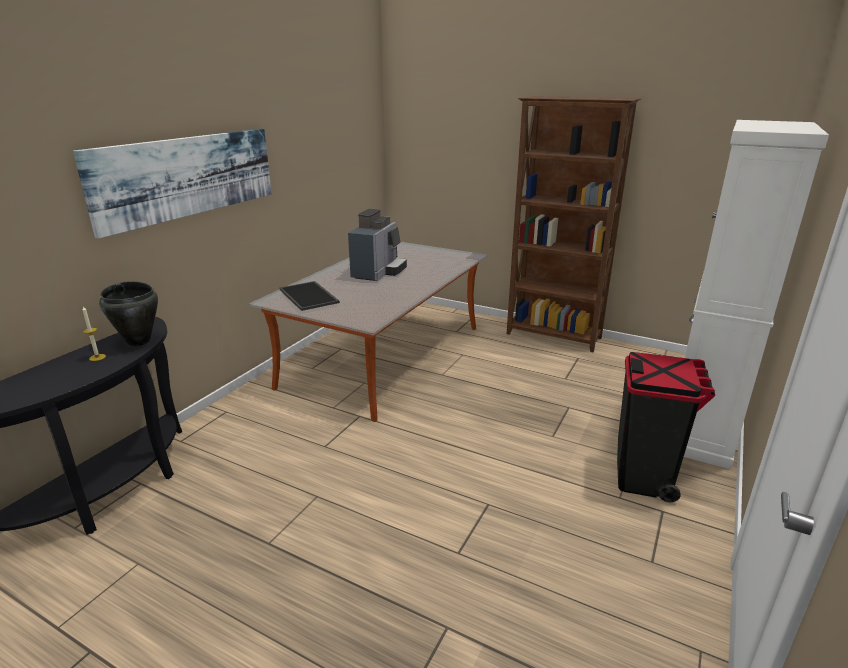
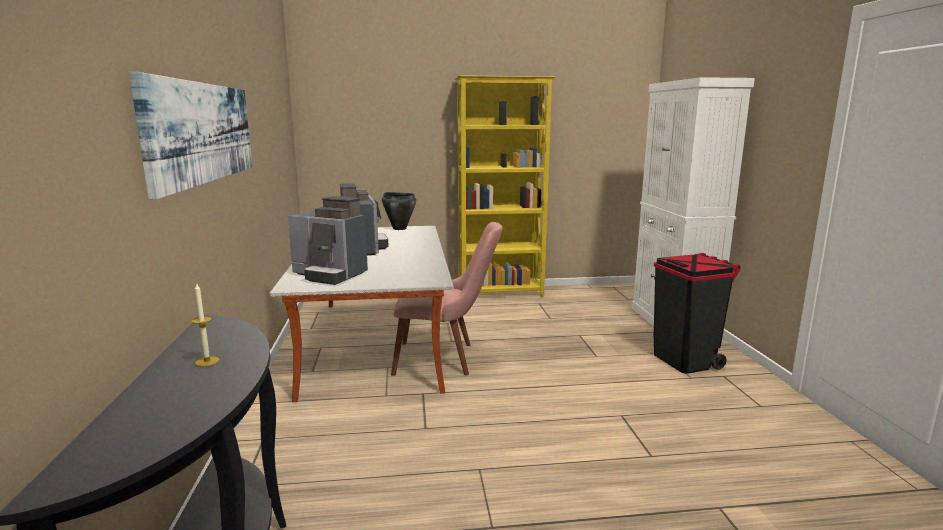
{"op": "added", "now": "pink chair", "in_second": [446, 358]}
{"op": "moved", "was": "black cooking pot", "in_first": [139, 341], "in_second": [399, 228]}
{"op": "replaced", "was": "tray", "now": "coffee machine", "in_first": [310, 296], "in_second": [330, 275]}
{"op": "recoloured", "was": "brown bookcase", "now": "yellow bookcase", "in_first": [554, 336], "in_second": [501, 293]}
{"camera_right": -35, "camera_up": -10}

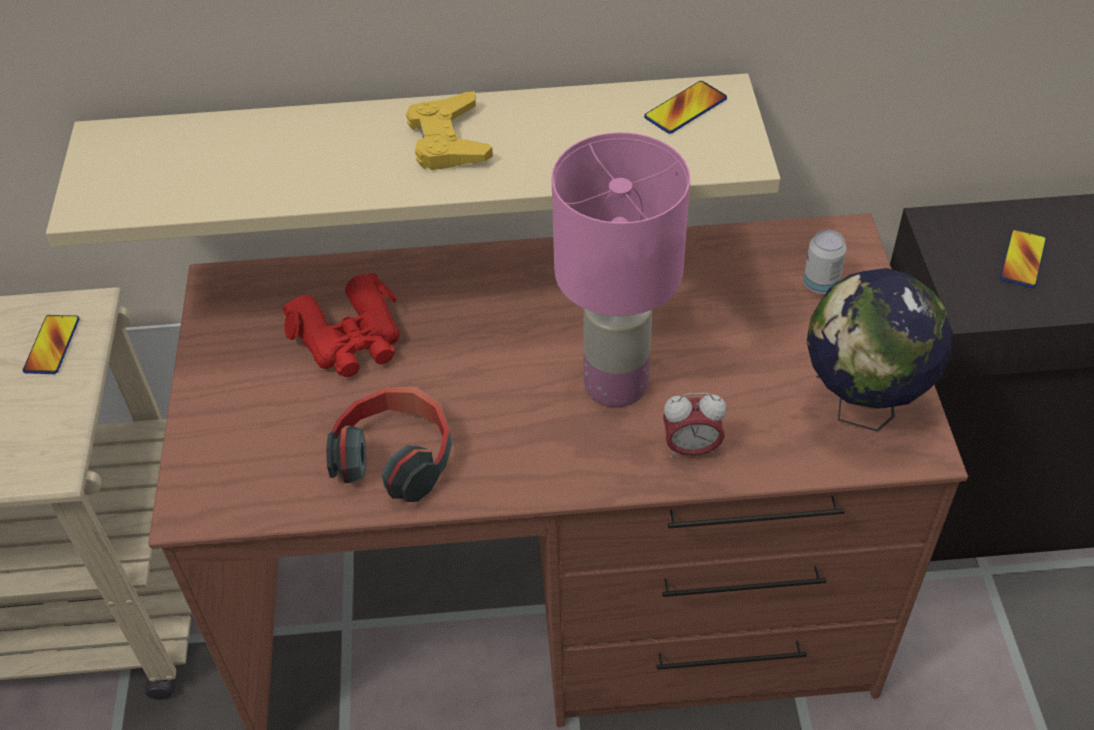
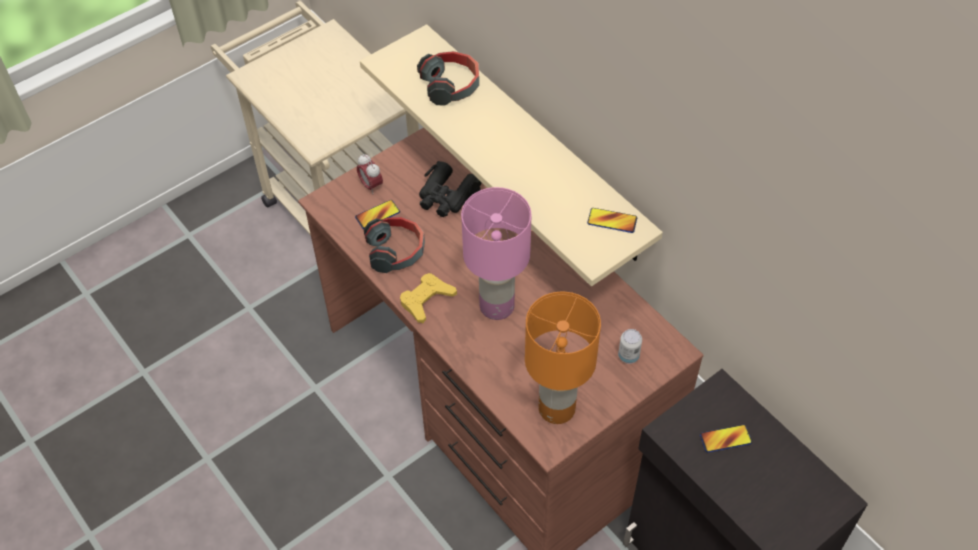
{"op": "added", "now": "headphones", "in_second": [451, 85]}
{"op": "moved", "was": "phone", "in_first": [52, 345], "in_second": [377, 215]}
{"op": "moved", "was": "yellow game controller", "in_first": [448, 140], "in_second": [426, 300]}
{"op": "moved", "was": "alarm clock", "in_first": [691, 449], "in_second": [371, 185]}
{"op": "replaced", "was": "globe", "now": "orange table lamp", "in_first": [861, 408], "in_second": [557, 409]}
{"op": "recoloured", "was": "red binoculars", "now": "black binoculars", "in_first": [350, 339], "in_second": [447, 196]}
{"camera_right": 55, "camera_up": 5}

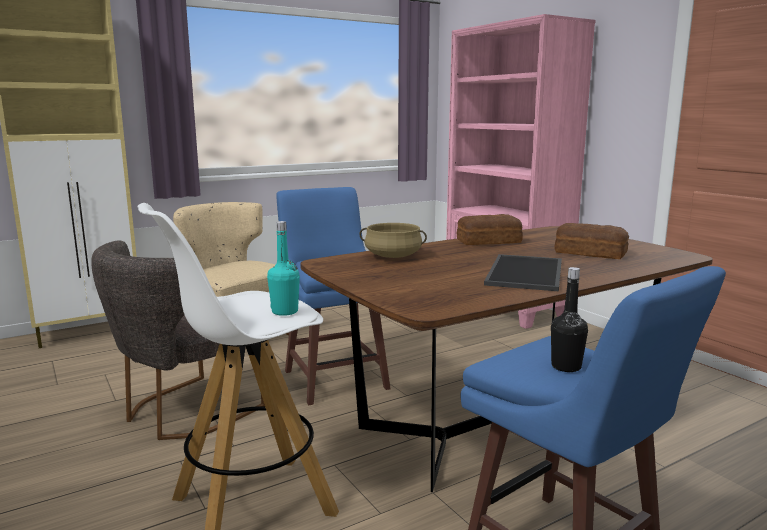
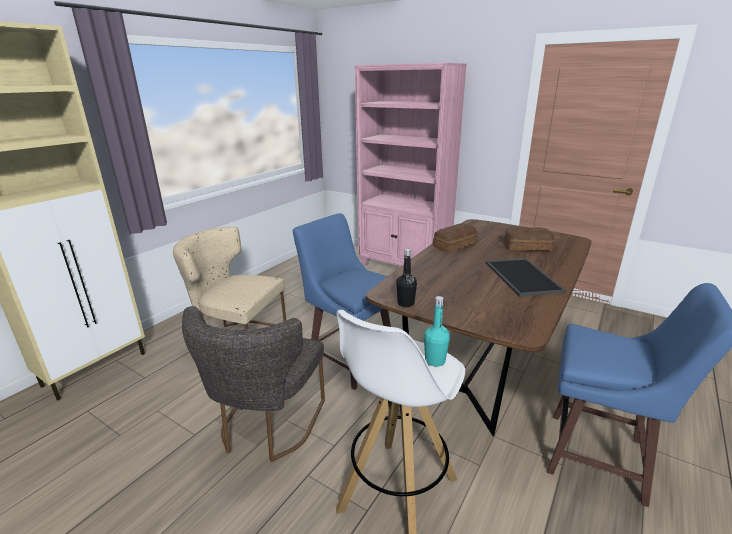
{"op": "removed", "was": "beige cooking pot", "in_first": [393, 256]}
{"op": "moved", "was": "black bottle", "in_first": [566, 367], "in_second": [406, 303]}
{"camera_right": -25, "camera_up": 10}

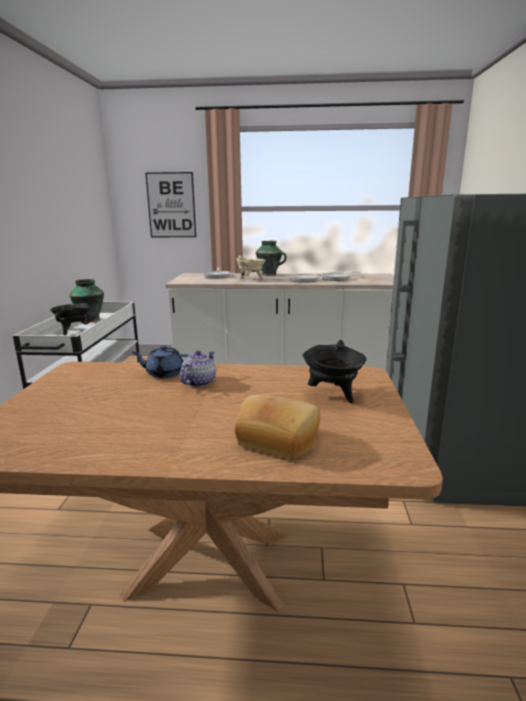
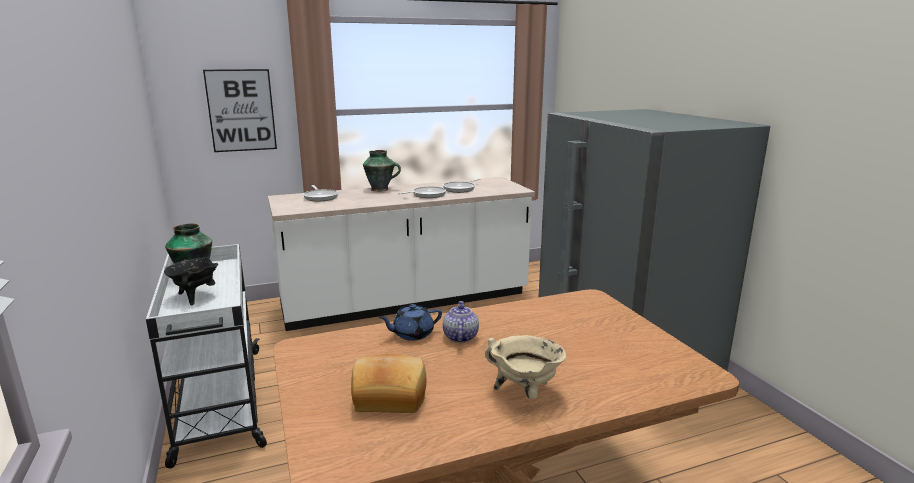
{"op": "removed", "was": "black cooking pot", "in_first": [333, 395]}
{"op": "moved", "was": "bread", "in_first": [279, 439], "in_second": [390, 396]}
{"op": "moved", "was": "beige cooking pot", "in_first": [250, 279], "in_second": [525, 393]}
{"camera_right": -25, "camera_up": 0}

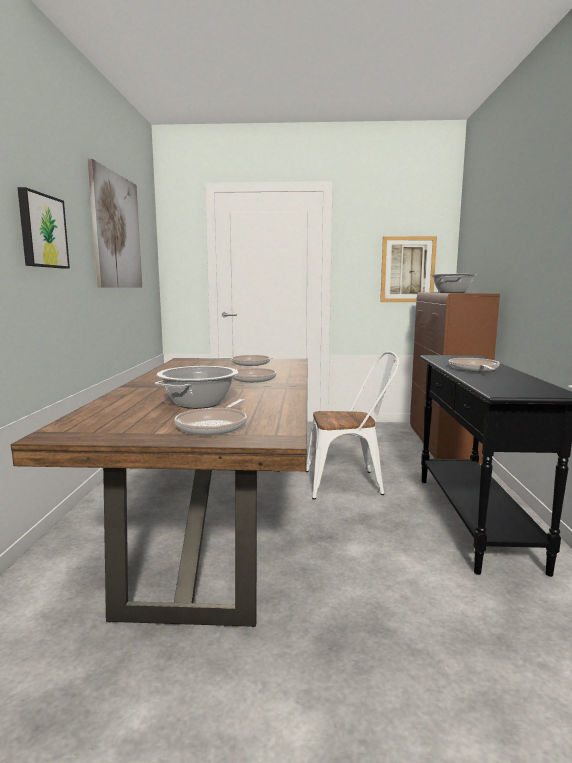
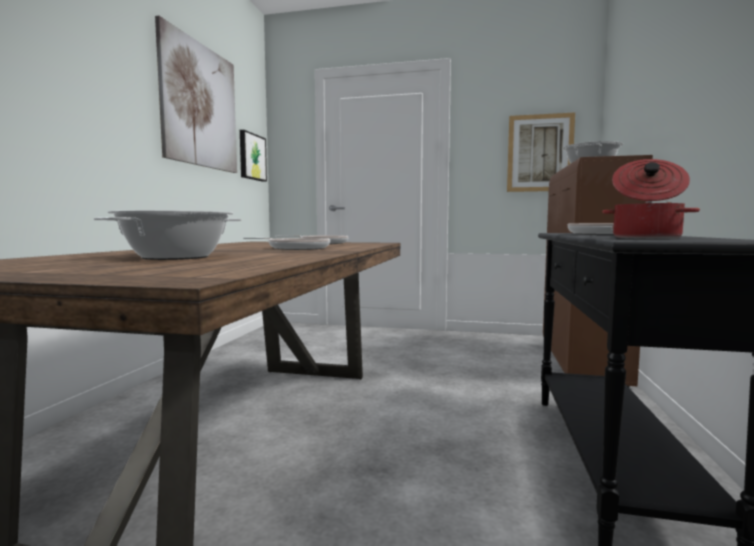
{"op": "removed", "was": "frying pan", "in_first": [214, 425]}
{"op": "removed", "was": "white chair", "in_first": [350, 483]}
{"op": "added", "now": "cooking pot", "in_second": [645, 238]}
{"op": "moved", "was": "picture", "in_first": [42, 231], "in_second": [251, 157]}
{"camera_right": 10, "camera_up": -5}

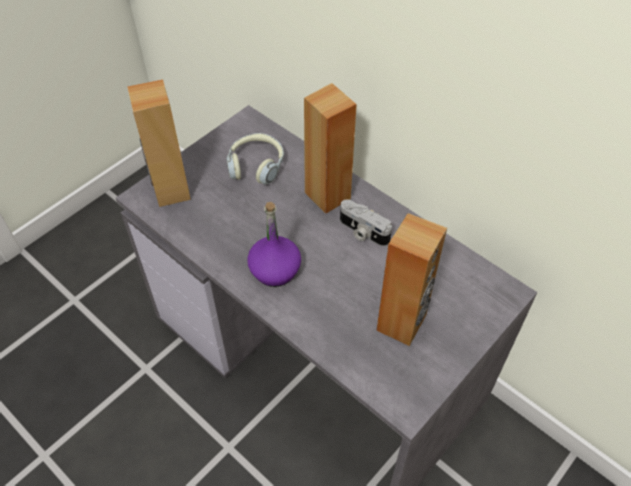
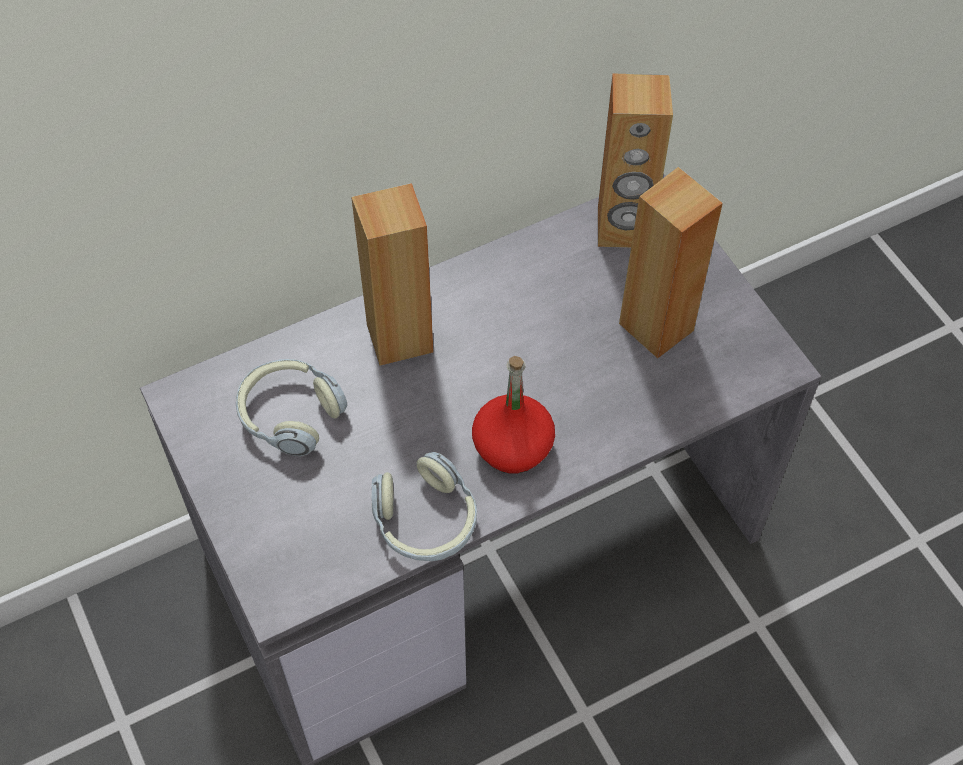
{"op": "removed", "was": "photo camera", "in_first": [362, 232]}
{"op": "added", "now": "headphones", "in_second": [425, 520]}
{"op": "moved", "was": "brown speaker", "in_first": [171, 191], "in_second": [624, 229]}
{"op": "recoloured", "was": "purple bottle", "now": "red bottle", "in_first": [275, 270], "in_second": [512, 446]}
{"camera_right": -70, "camera_up": 5}

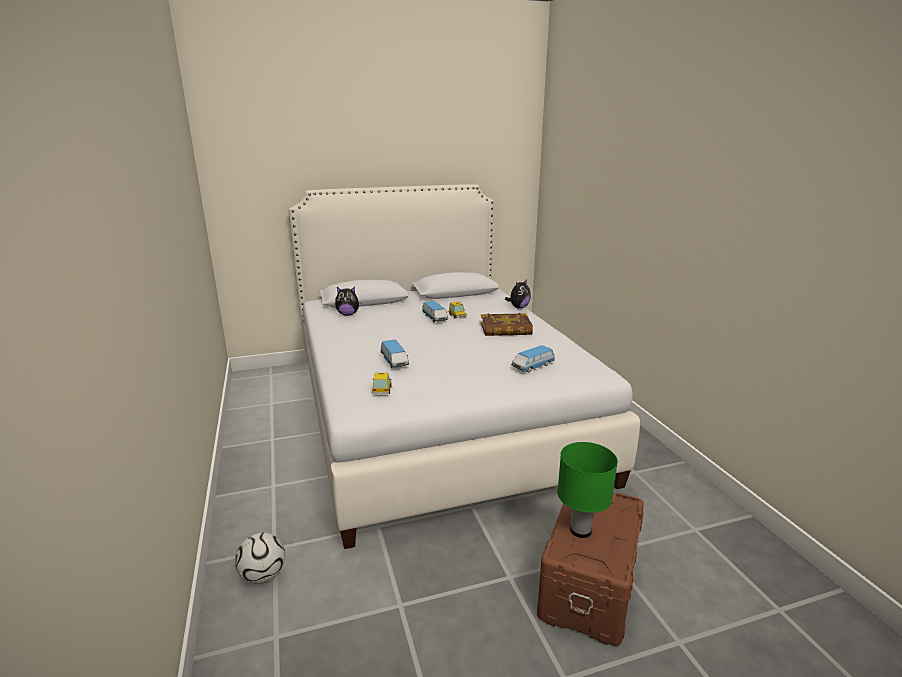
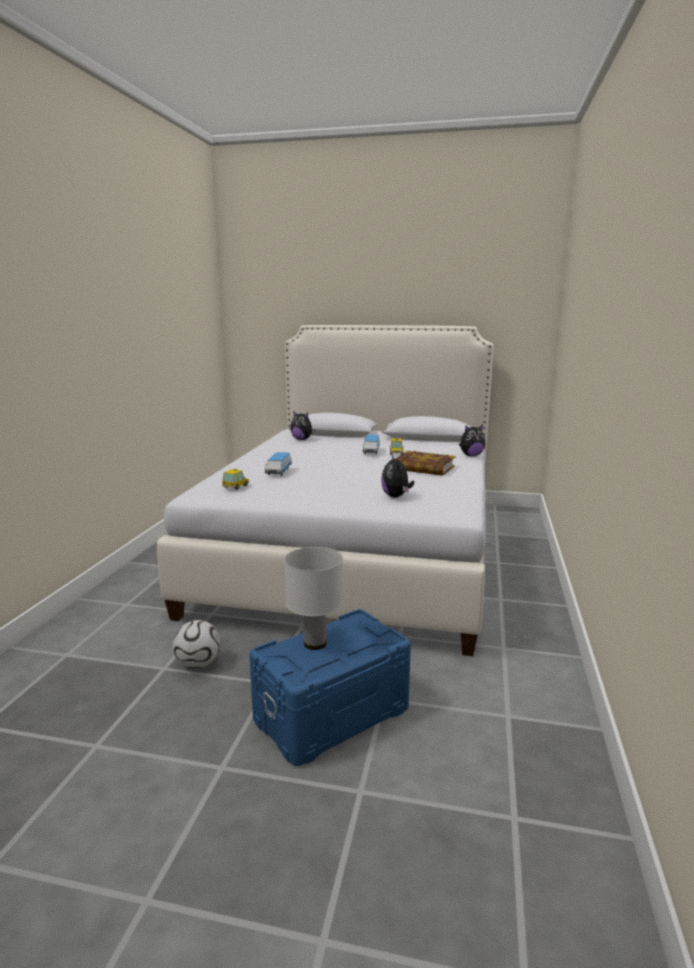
{"op": "moved", "was": "football", "in_first": [263, 576], "in_second": [198, 664]}
{"op": "replaced", "was": "toy car", "now": "plush toy", "in_first": [532, 366], "in_second": [396, 496]}
{"op": "recoloured", "was": "brown storage box", "now": "blue storage box", "in_first": [587, 584], "in_second": [330, 714]}
{"op": "recoloured", "was": "green table lamp", "now": "white table lamp", "in_first": [581, 530], "in_second": [315, 644]}
{"camera_right": 30, "camera_up": -5}

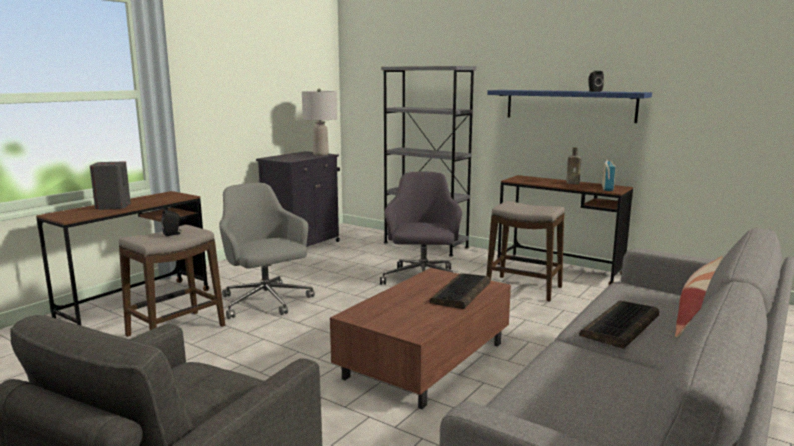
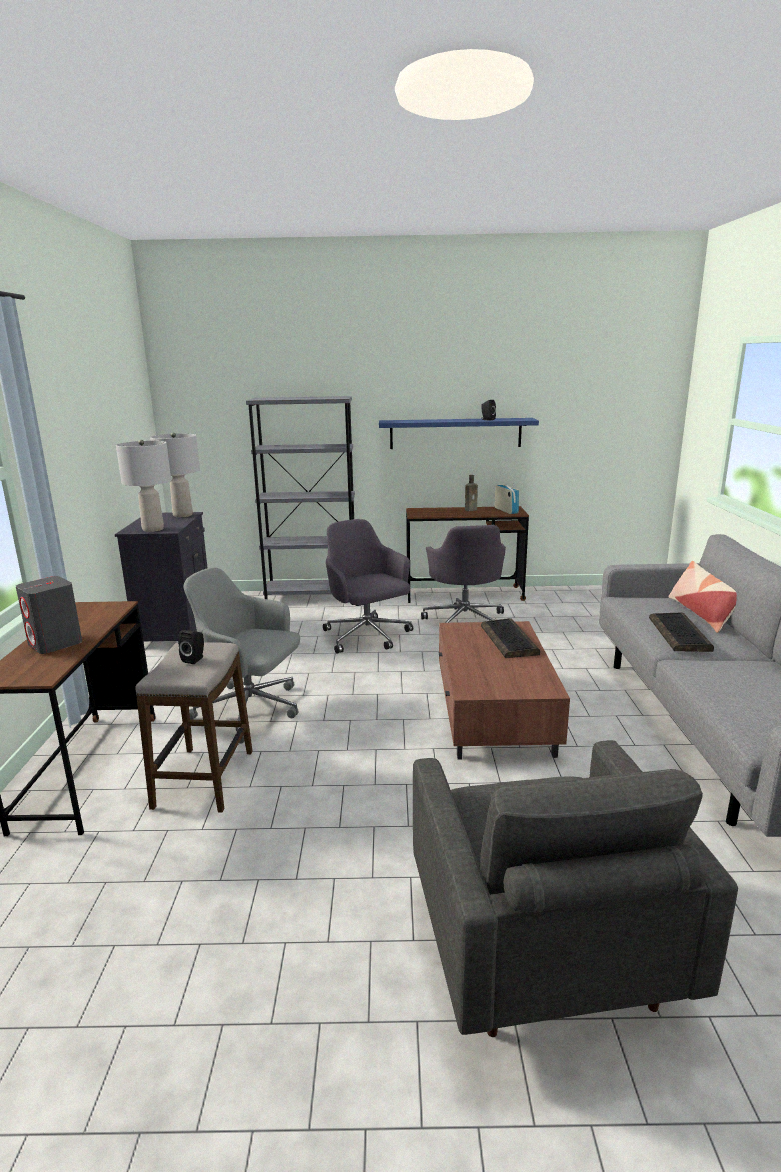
{"op": "added", "now": "grey table lamp", "in_second": [153, 529]}
{"op": "replaced", "was": "stool", "now": "grey office chair", "in_first": [524, 289], "in_second": [465, 621]}
{"camera_right": -35, "camera_up": 5}

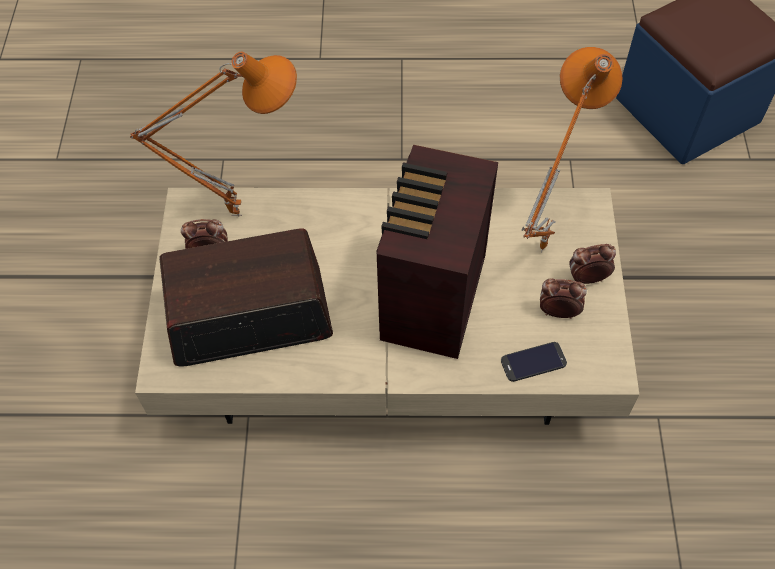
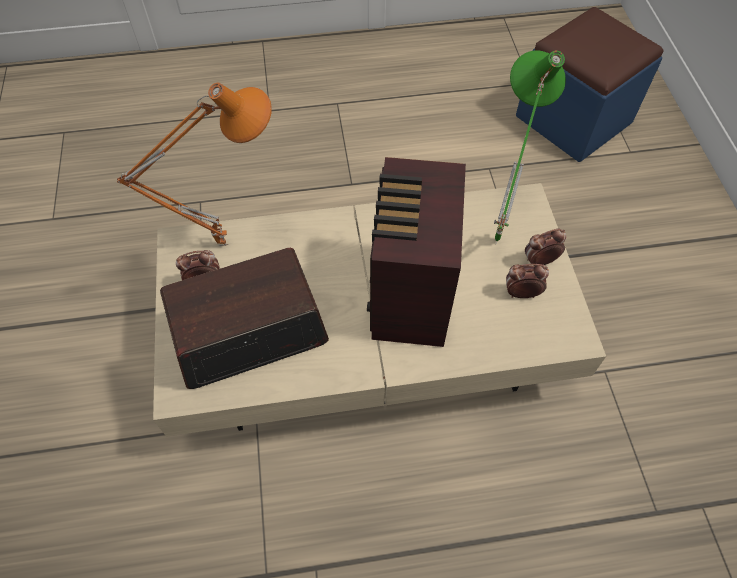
{"op": "removed", "was": "phone", "in_first": [533, 362]}
{"op": "recoloured", "was": "orange table lamp", "now": "green table lamp", "in_first": [538, 247], "in_second": [492, 240]}
{"camera_right": -10, "camera_up": 0}

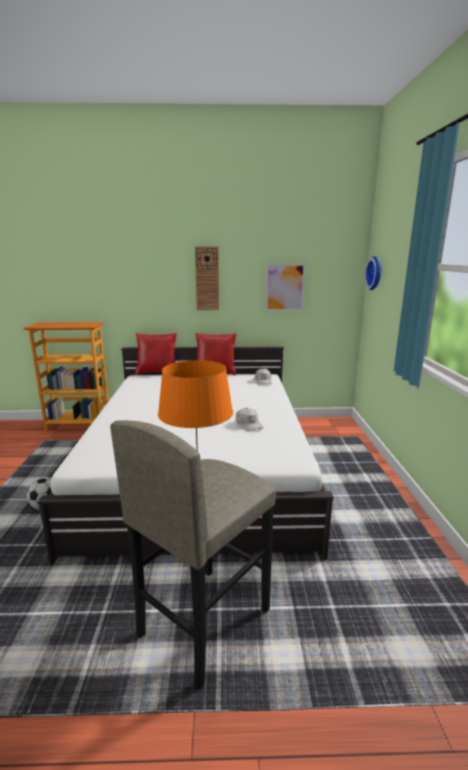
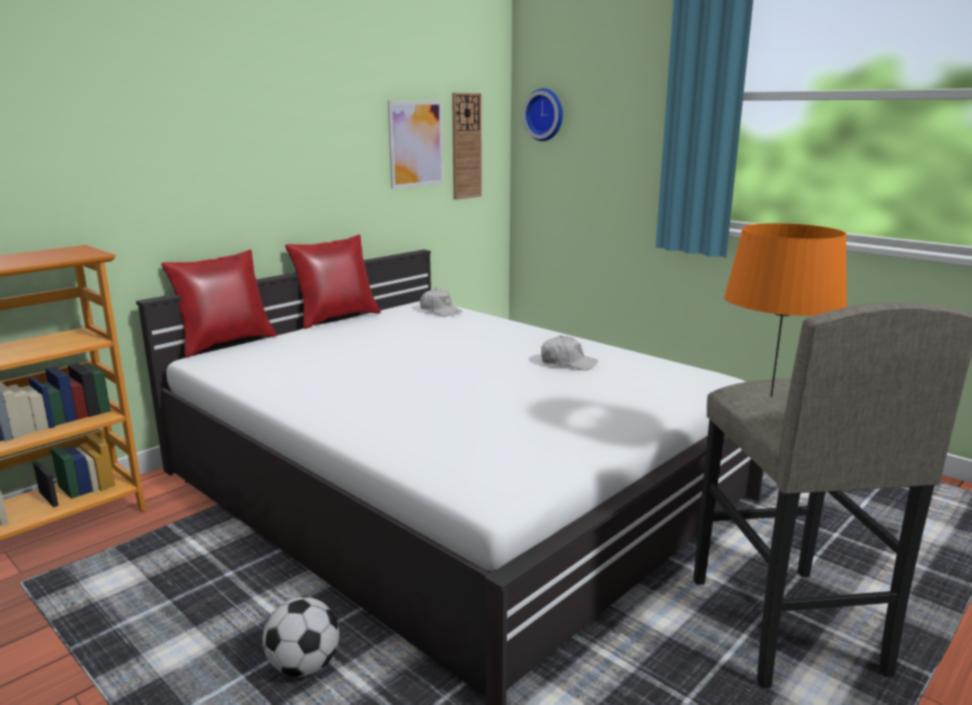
{"op": "moved", "was": "wall clock", "in_first": [207, 278], "in_second": [466, 146]}
{"camera_right": -45, "camera_up": 0}

